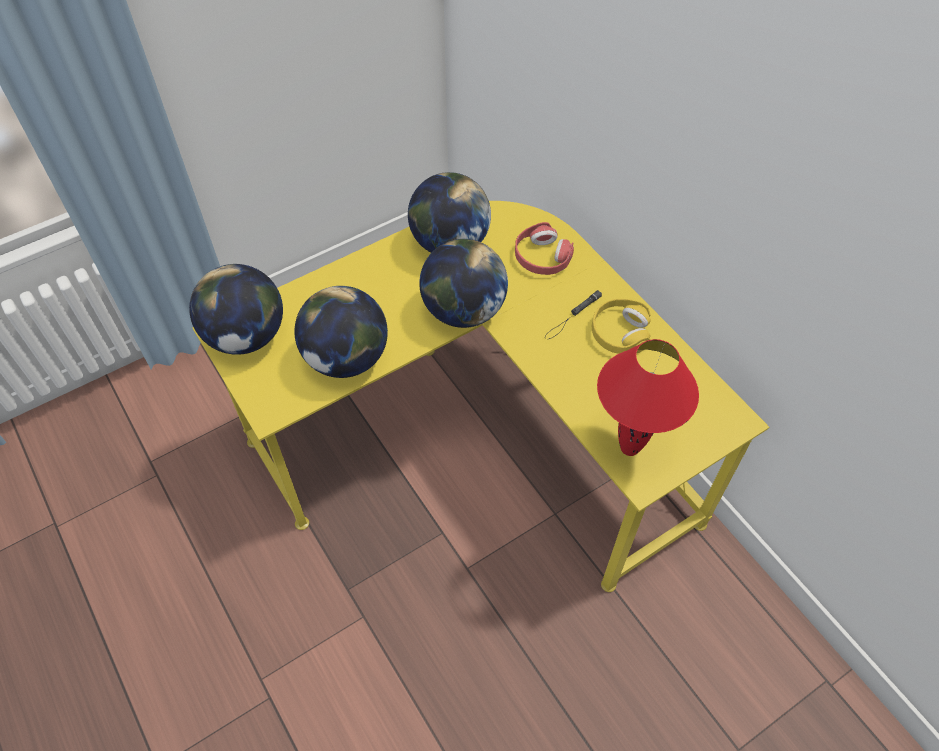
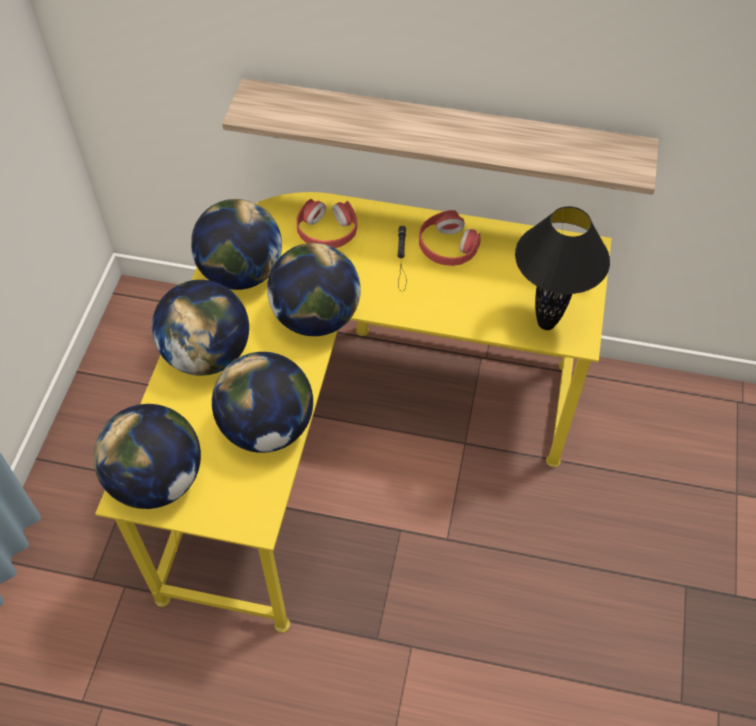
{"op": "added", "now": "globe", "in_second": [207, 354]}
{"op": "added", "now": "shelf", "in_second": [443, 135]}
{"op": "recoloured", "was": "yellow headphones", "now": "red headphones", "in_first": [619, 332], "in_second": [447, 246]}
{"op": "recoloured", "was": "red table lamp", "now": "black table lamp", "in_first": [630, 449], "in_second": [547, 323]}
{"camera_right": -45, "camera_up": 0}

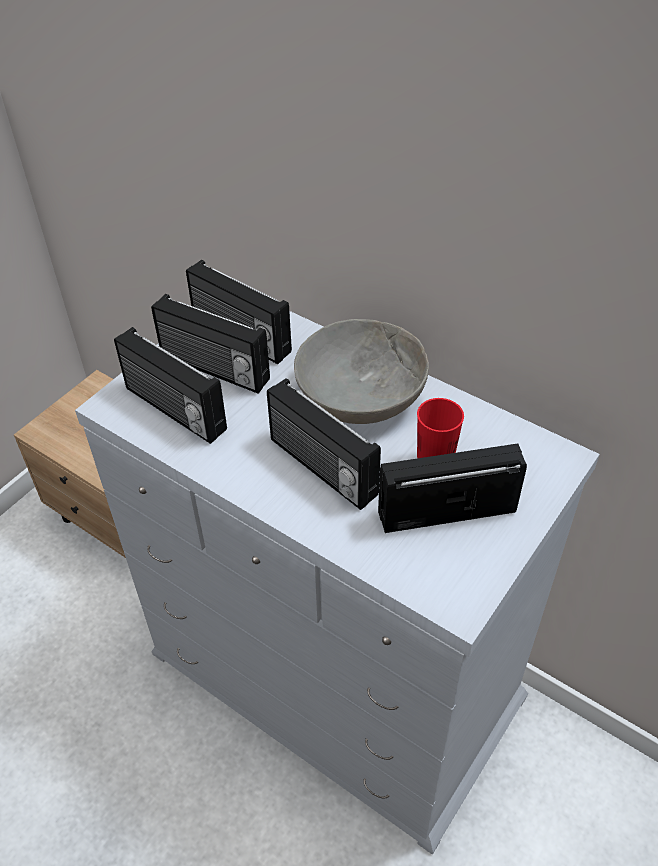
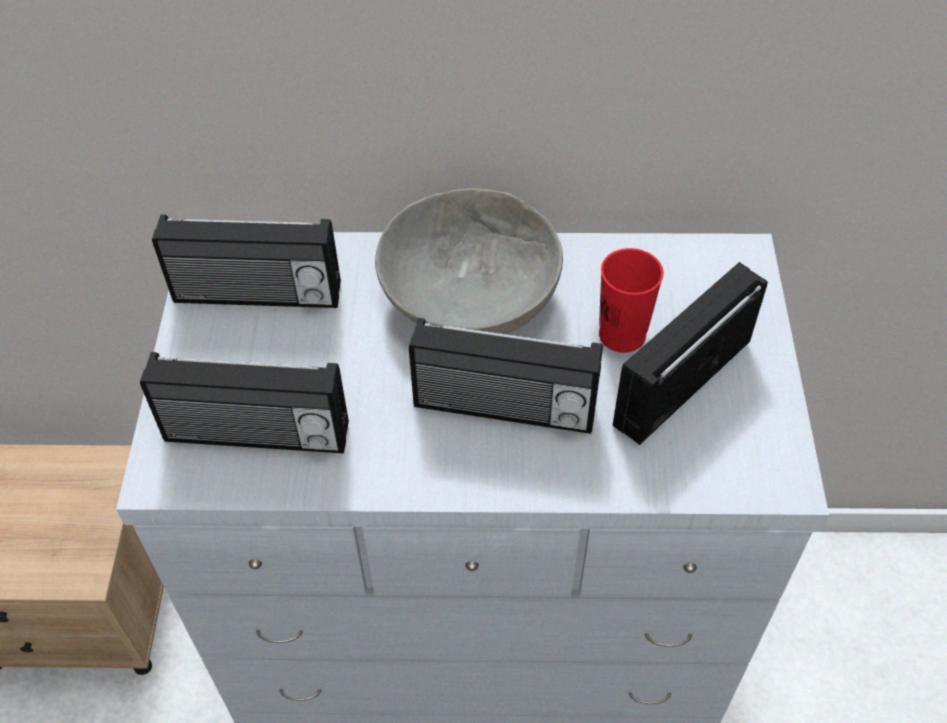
{"op": "removed", "was": "radio", "in_first": [213, 369]}
{"camera_right": -35, "camera_up": 5}

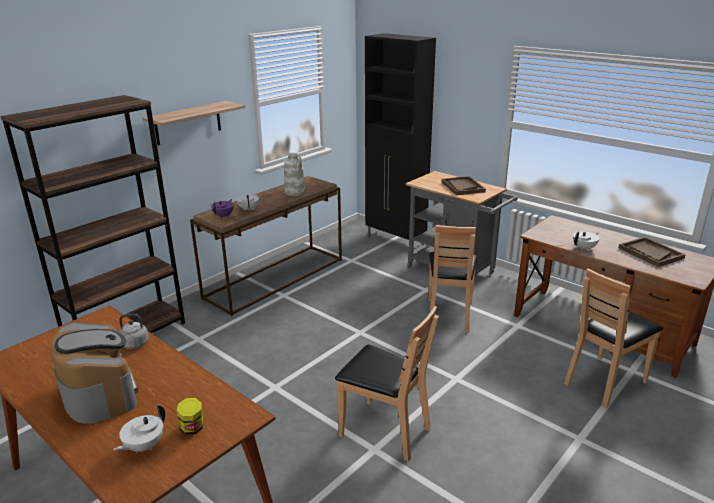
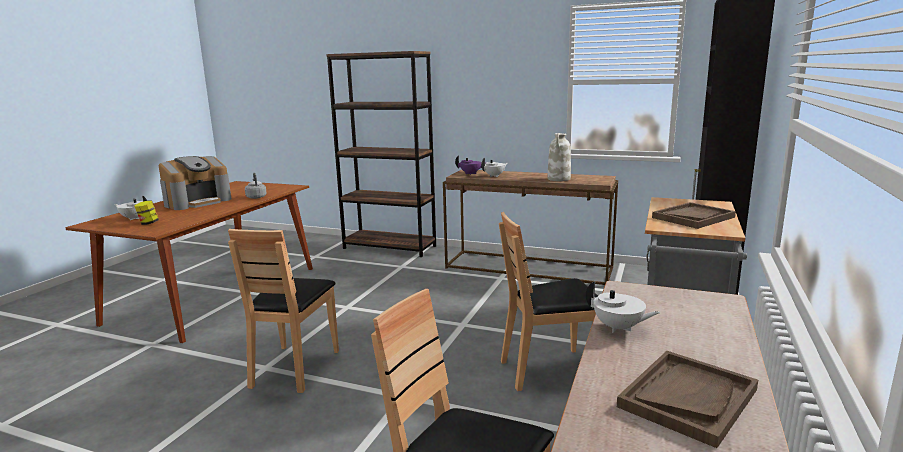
{"op": "removed", "was": "shelf", "in_first": [188, 123]}
{"camera_right": 70, "camera_up": -10}

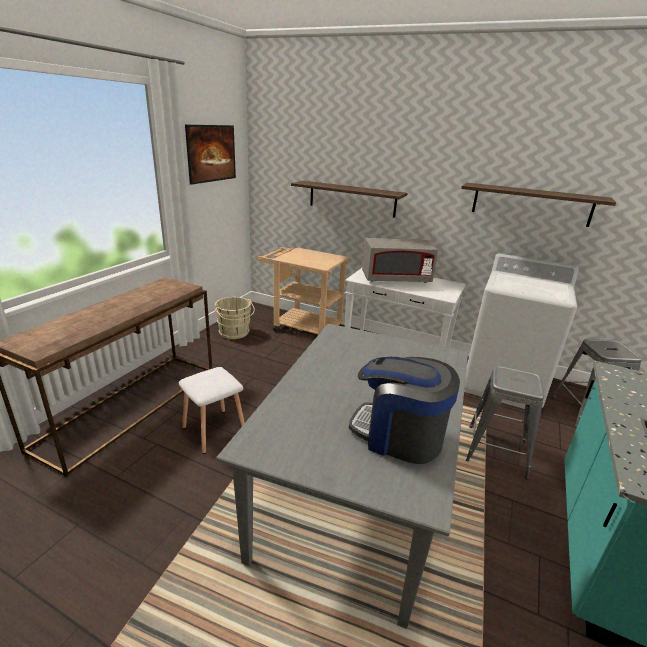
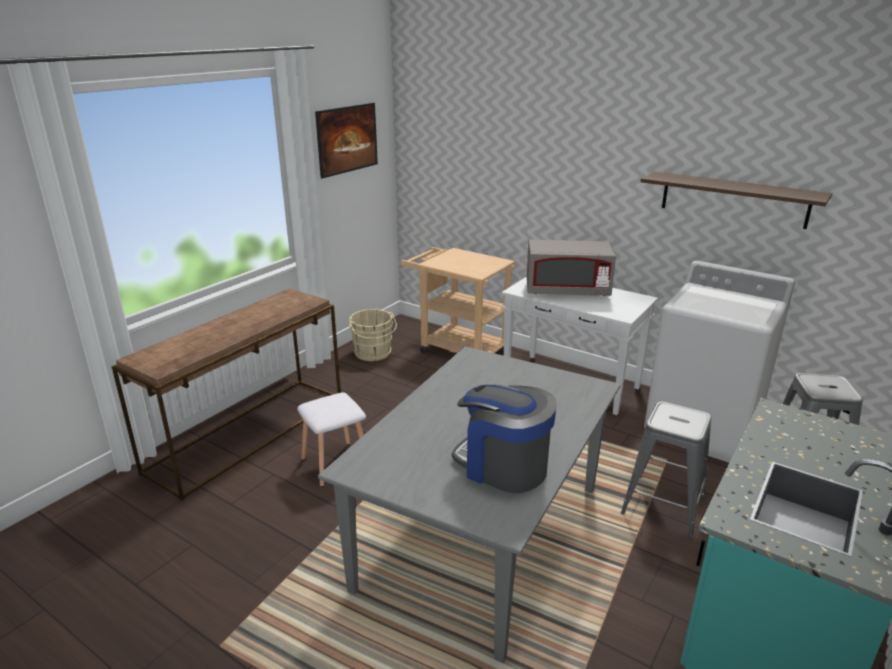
{"op": "removed", "was": "shelf", "in_first": [352, 198]}
{"camera_right": 10, "camera_up": 0}

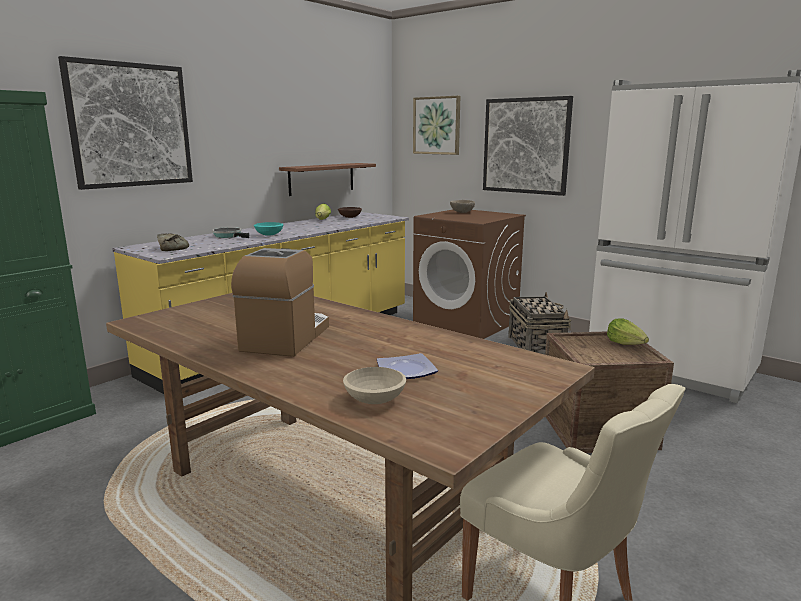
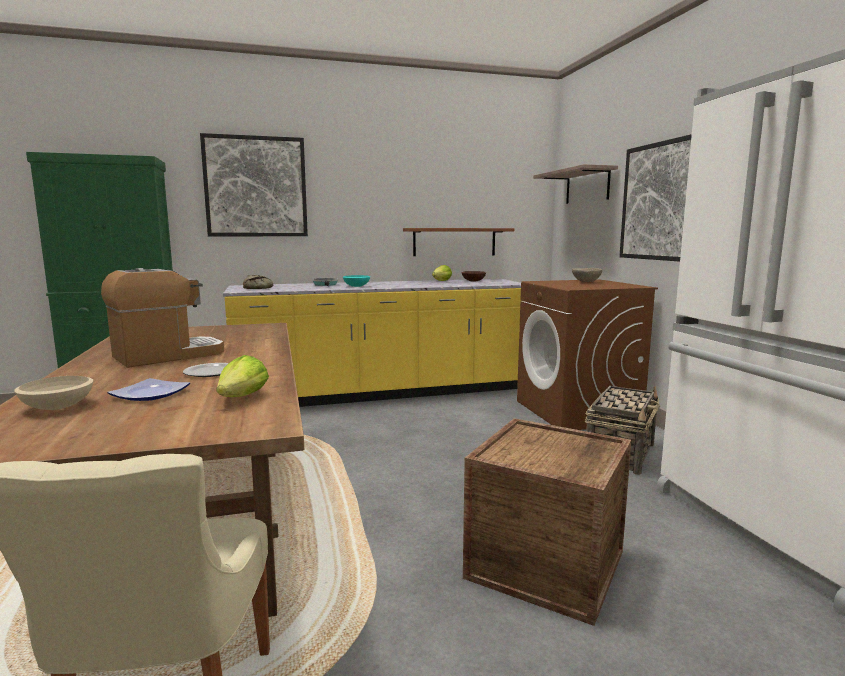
{"op": "added", "now": "plate", "in_second": [211, 372]}
{"op": "moved", "was": "lettuce", "in_first": [626, 344], "in_second": [243, 398]}
{"op": "replaced", "was": "picture", "now": "shelf", "in_first": [437, 125], "in_second": [587, 186]}
{"camera_right": 35, "camera_up": -5}

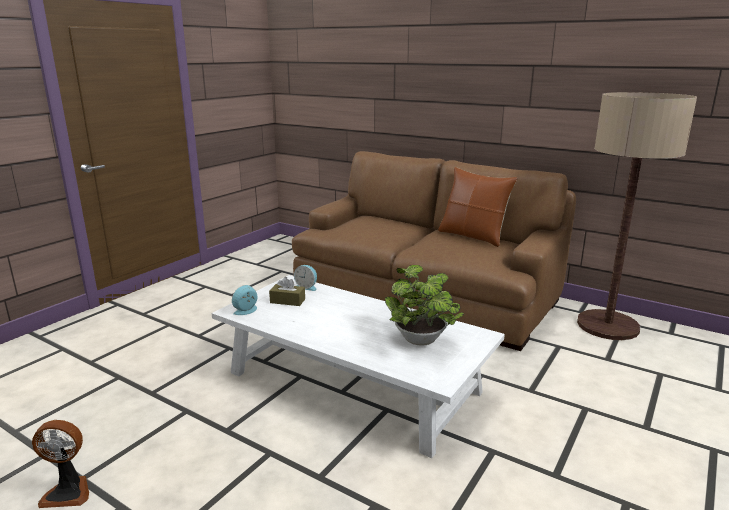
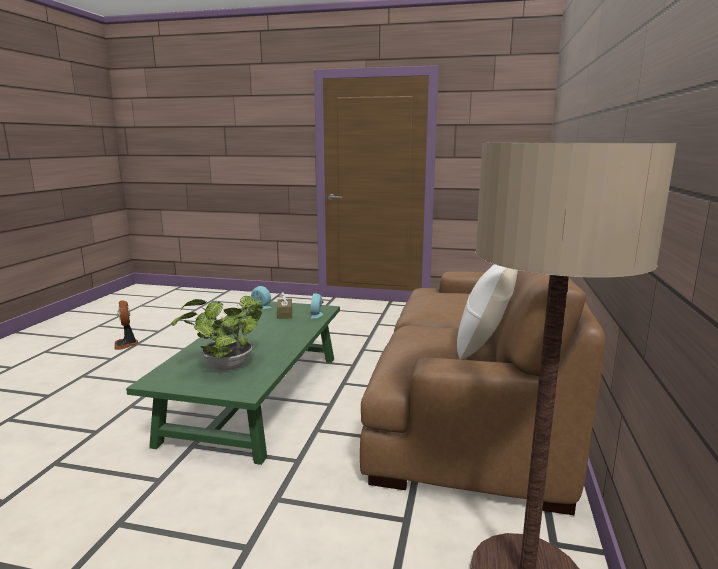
{"op": "recoloured", "was": "white coffee table", "now": "green coffee table", "in_first": [354, 382], "in_second": [258, 396]}
{"op": "recoloured", "was": "brown pillow", "now": "white pillow", "in_first": [473, 236], "in_second": [485, 344]}
{"camera_right": 70, "camera_up": -5}

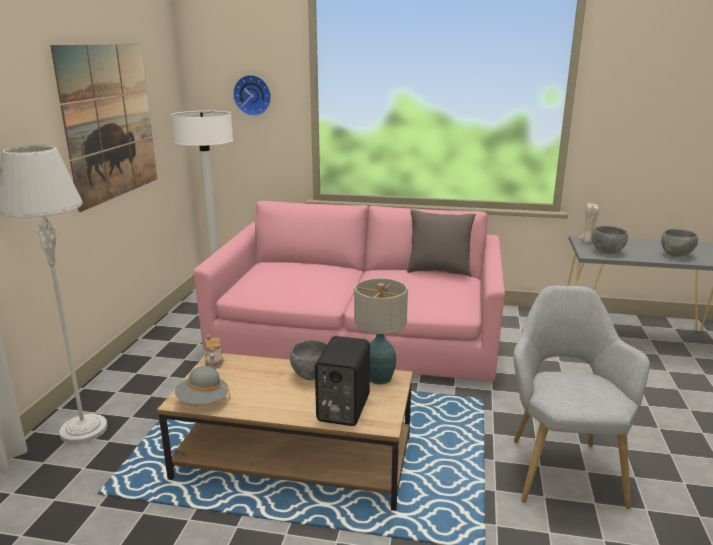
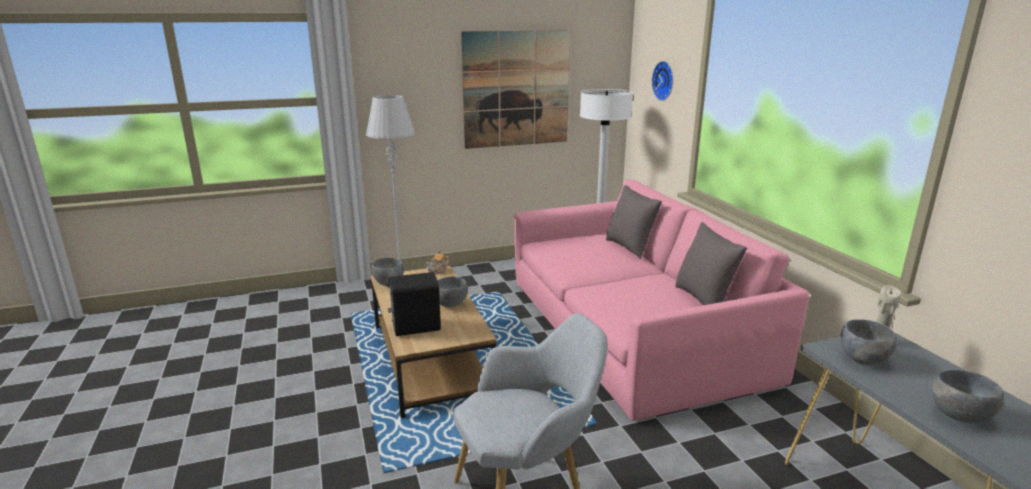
{"op": "removed", "was": "table lamp", "in_first": [379, 377]}
{"op": "added", "now": "grey pillow", "in_second": [630, 247]}
{"op": "replaced", "was": "grey hat", "now": "grey bowl", "in_first": [203, 401], "in_second": [388, 283]}
{"camera_right": 60, "camera_up": 0}

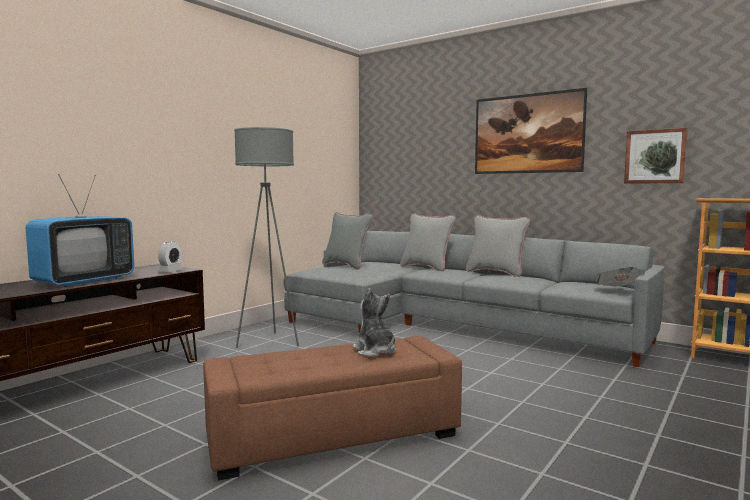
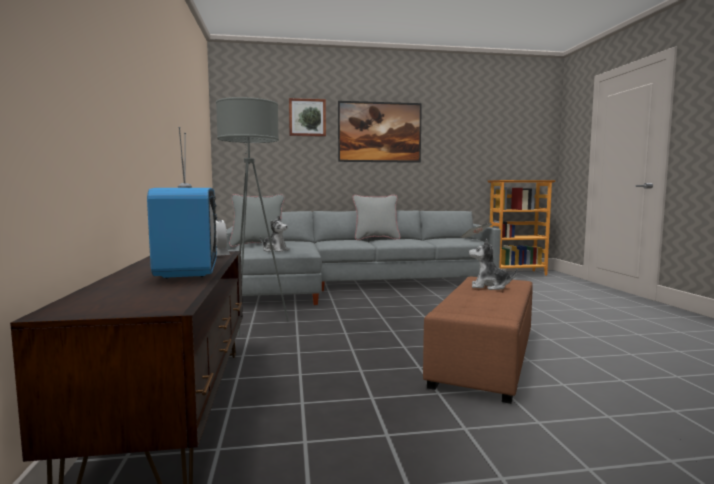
{"op": "removed", "was": "grey pillow", "in_first": [426, 268]}
{"op": "added", "now": "plush toy", "in_second": [275, 250]}
{"op": "moved", "was": "picture", "in_first": [655, 156], "in_second": [307, 117]}
{"camera_right": -45, "camera_up": 0}

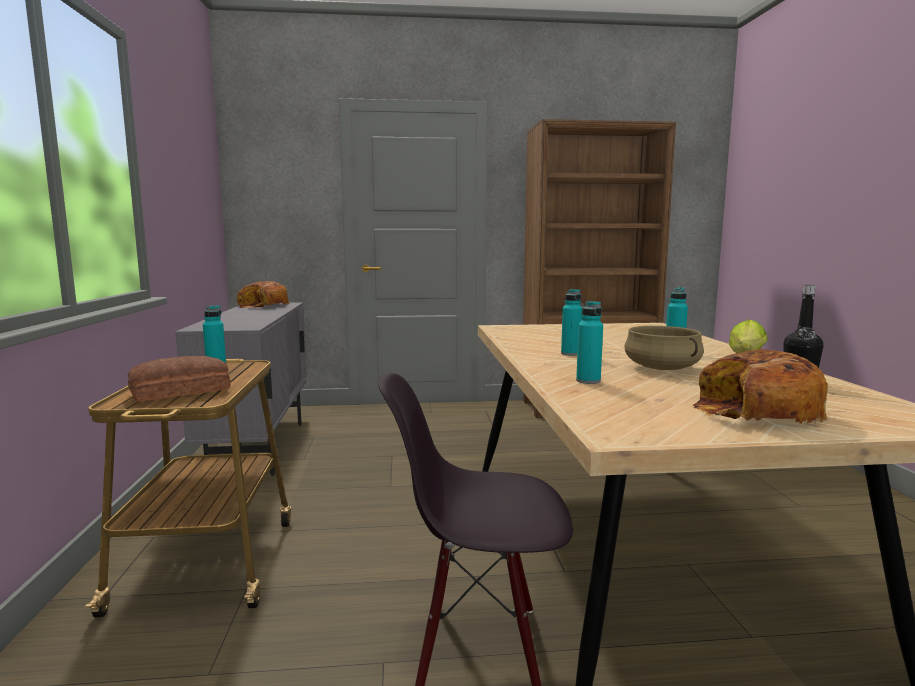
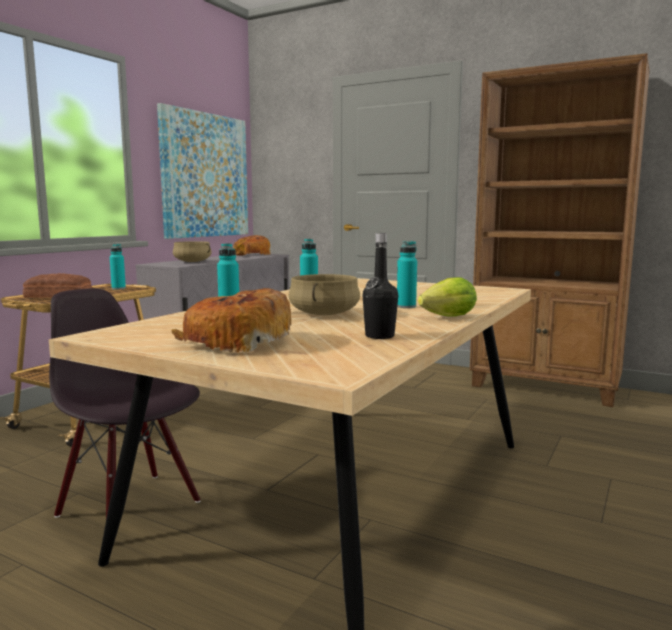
{"op": "added", "now": "picture", "in_second": [205, 175]}
{"op": "added", "now": "beige cooking pot", "in_second": [193, 262]}
{"camera_right": 35, "camera_up": 0}

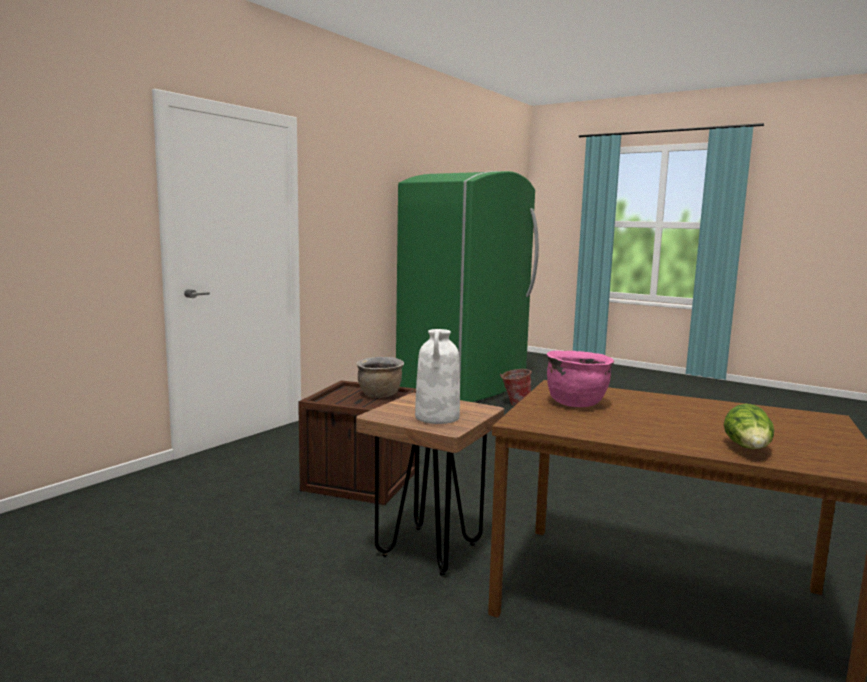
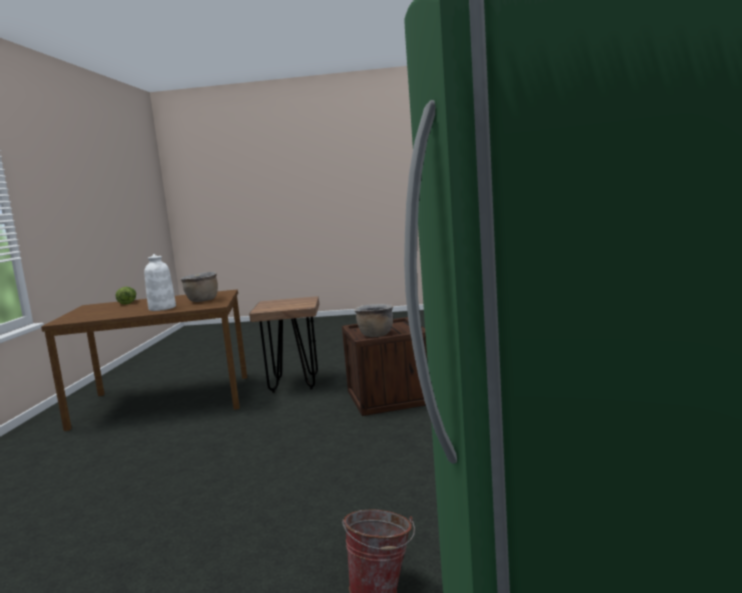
{"op": "moved", "was": "white vase", "in_first": [437, 417], "in_second": [162, 308]}
{"op": "recoloured", "was": "pink cooking pot", "now": "brown cooking pot", "in_first": [576, 403], "in_second": [202, 301]}
{"camera_right": 150, "camera_up": 0}

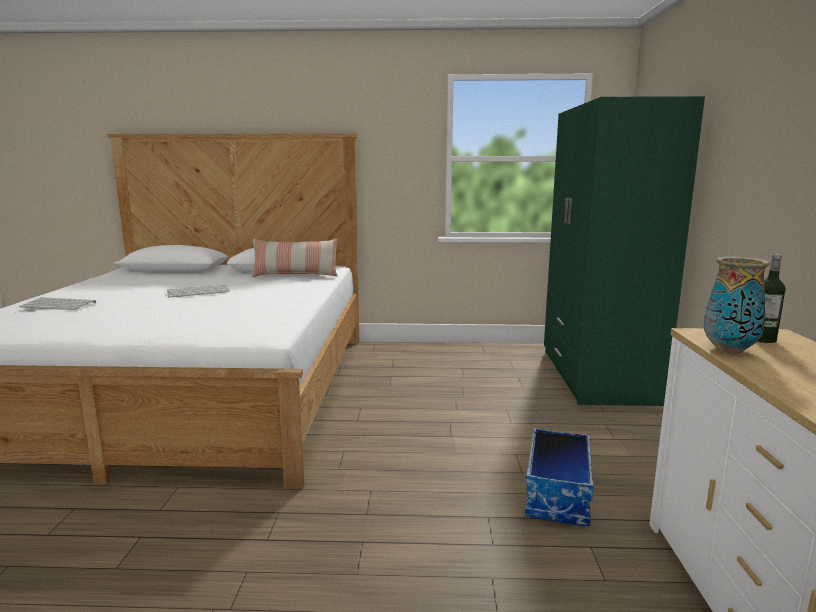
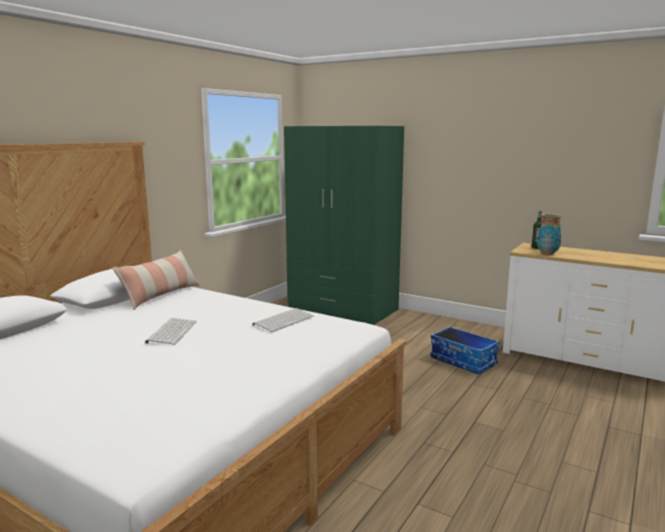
{"op": "moved", "was": "keyboard", "in_first": [59, 305], "in_second": [284, 320]}
{"camera_right": -60, "camera_up": 0}

